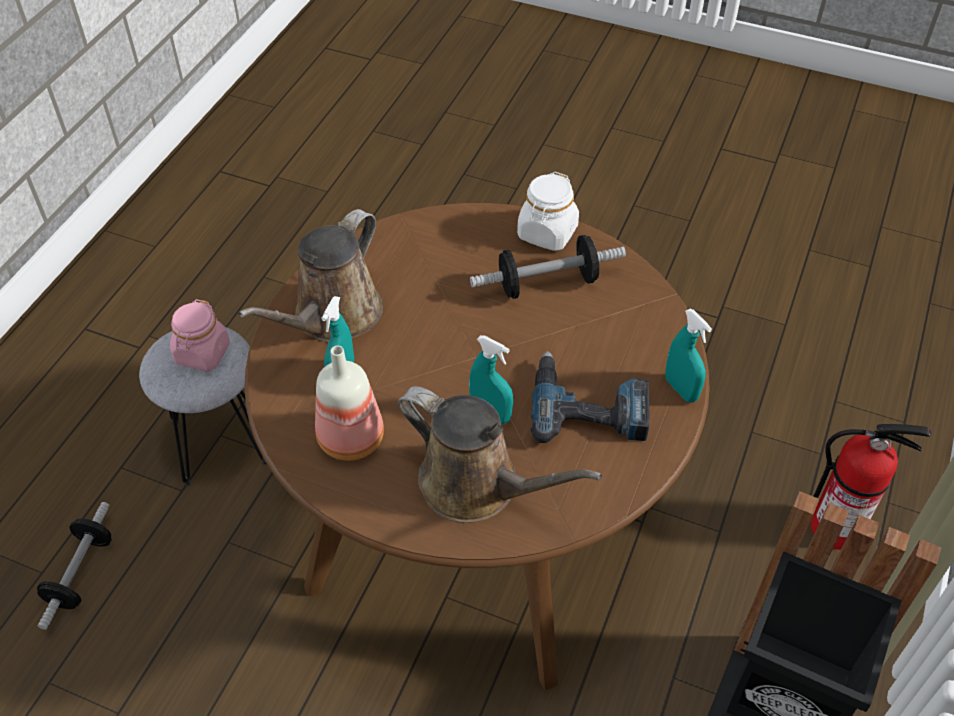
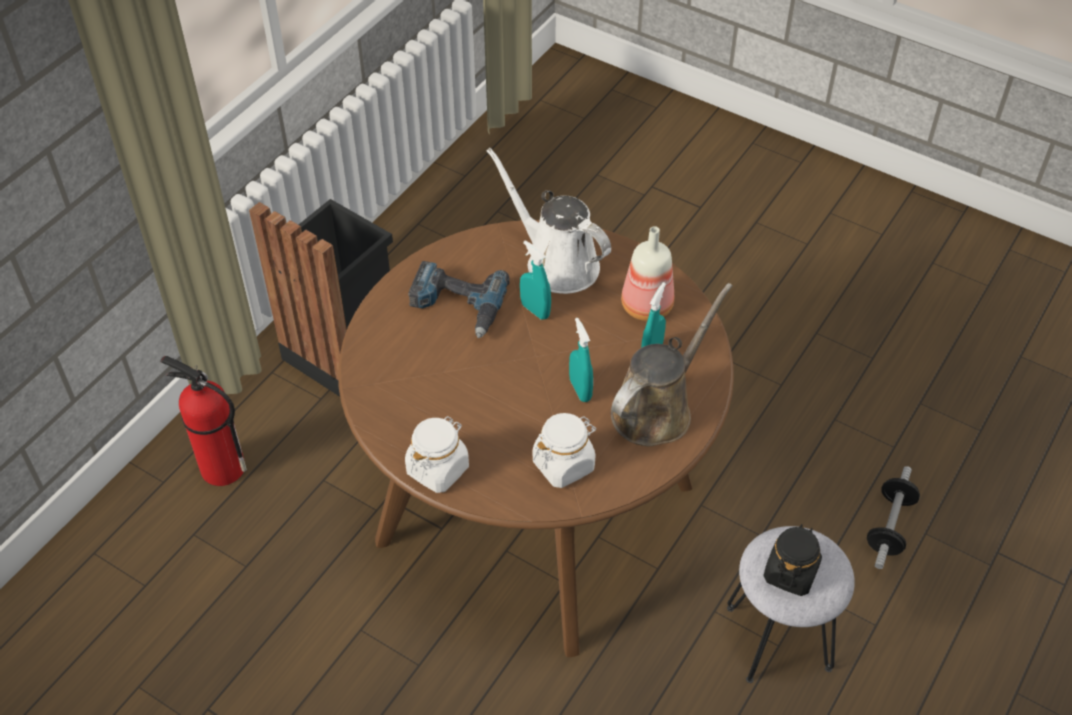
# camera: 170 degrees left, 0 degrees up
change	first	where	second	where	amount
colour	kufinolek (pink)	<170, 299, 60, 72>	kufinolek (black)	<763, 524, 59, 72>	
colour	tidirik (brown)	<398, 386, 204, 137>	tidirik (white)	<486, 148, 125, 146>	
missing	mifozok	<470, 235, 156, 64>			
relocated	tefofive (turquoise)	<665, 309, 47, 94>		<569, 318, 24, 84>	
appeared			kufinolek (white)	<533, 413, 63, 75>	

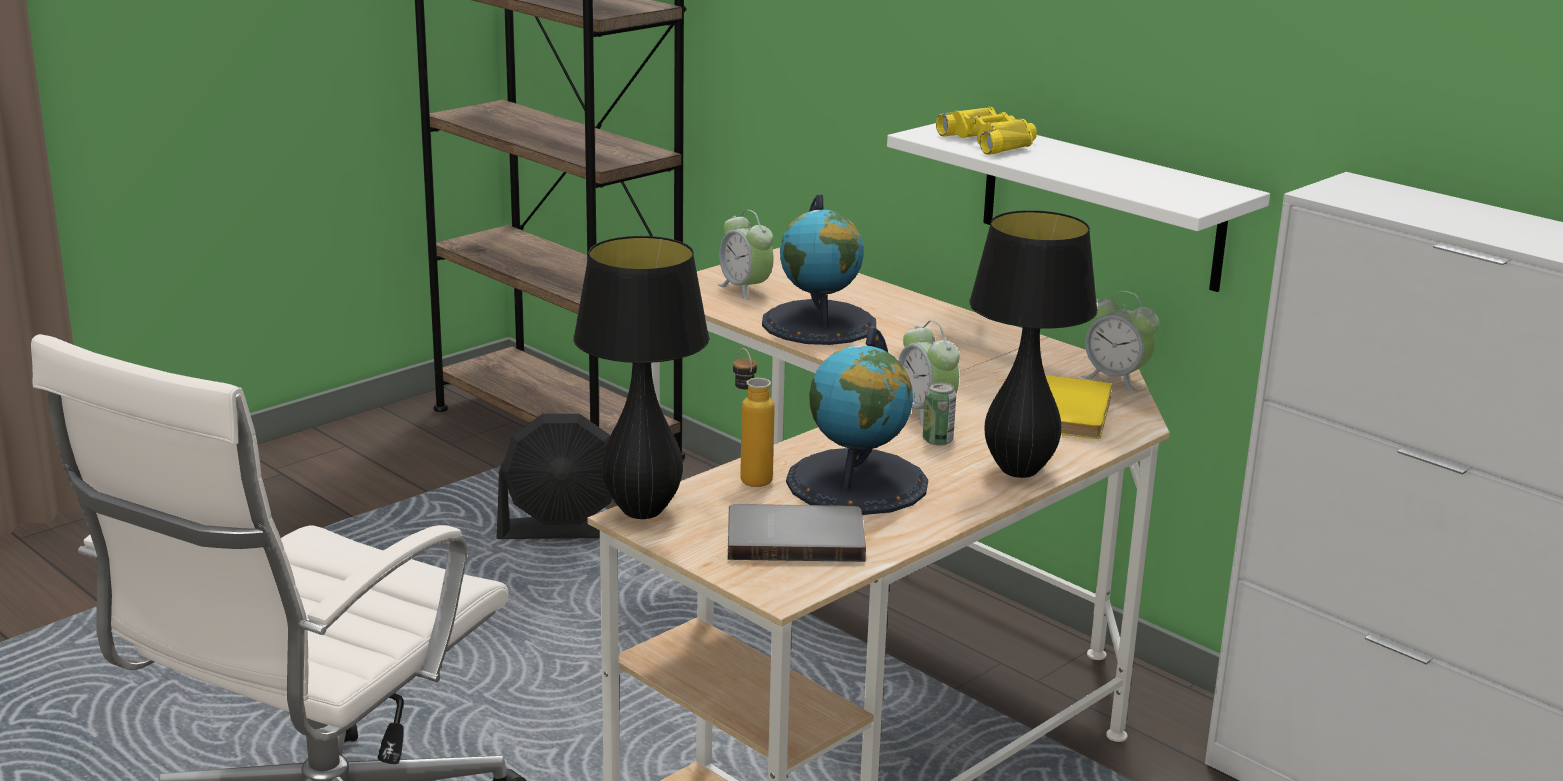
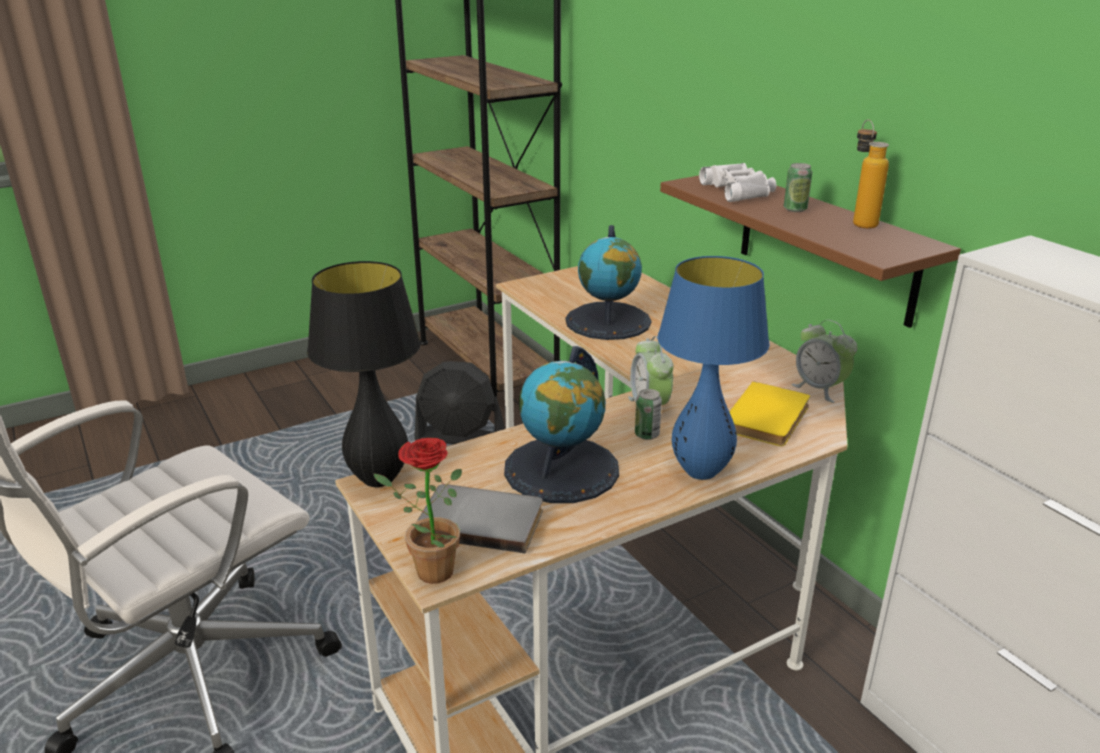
# camera: 15 degrees right, 5 degrees up
change	first	where	second	where	amount
missing	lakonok	<718, 210, 56, 90>			
relocated	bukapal	<733, 348, 42, 139>		<853, 120, 36, 109>	
colour	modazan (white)	<887, 123, 383, 169>	modazan (brown)	<660, 176, 301, 152>	
colour	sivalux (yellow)	<936, 107, 101, 48>	sivalux (white)	<699, 163, 77, 39>	
colour	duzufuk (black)	<969, 210, 129, 268>	duzufuk (blue)	<657, 256, 113, 224>	
appeared			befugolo	<373, 438, 89, 146>	
appeared			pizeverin	<784, 163, 28, 49>	

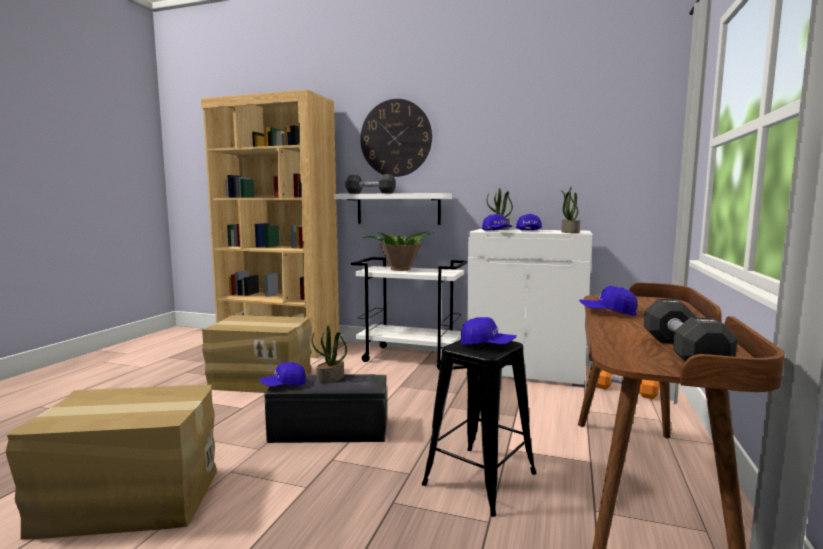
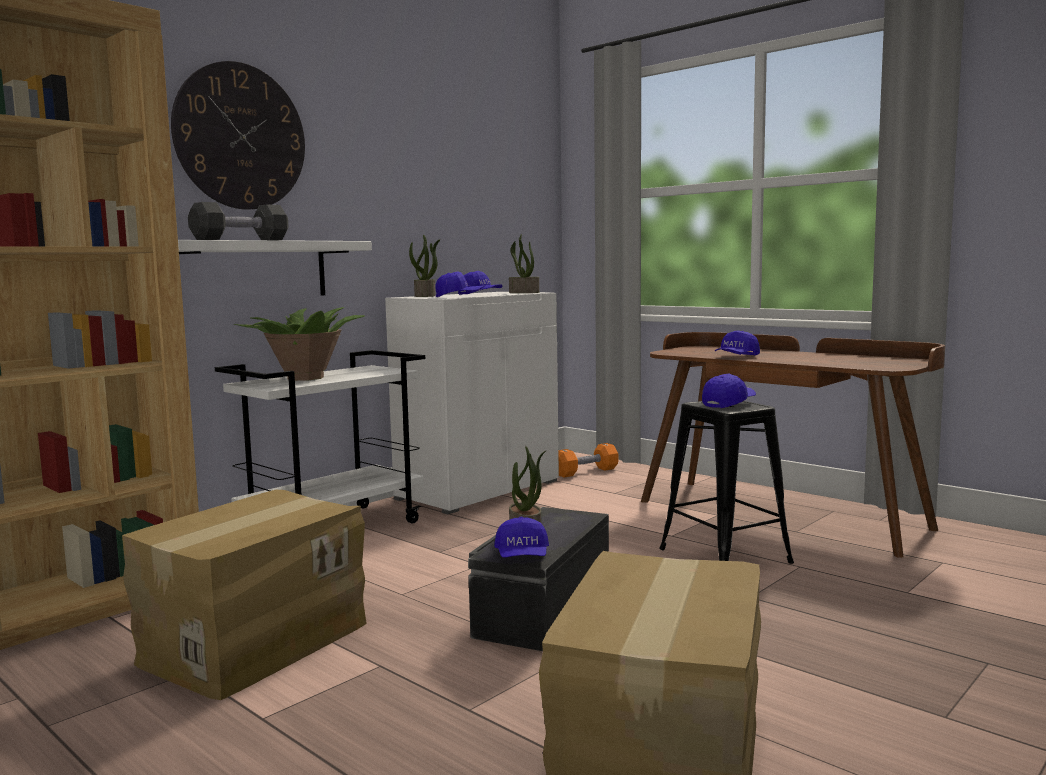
# camera: 65 degrees left, 0 degrees up
change	first	where	second	where	amount
missing	mifozok (black)	<644, 299, 94, 62>			

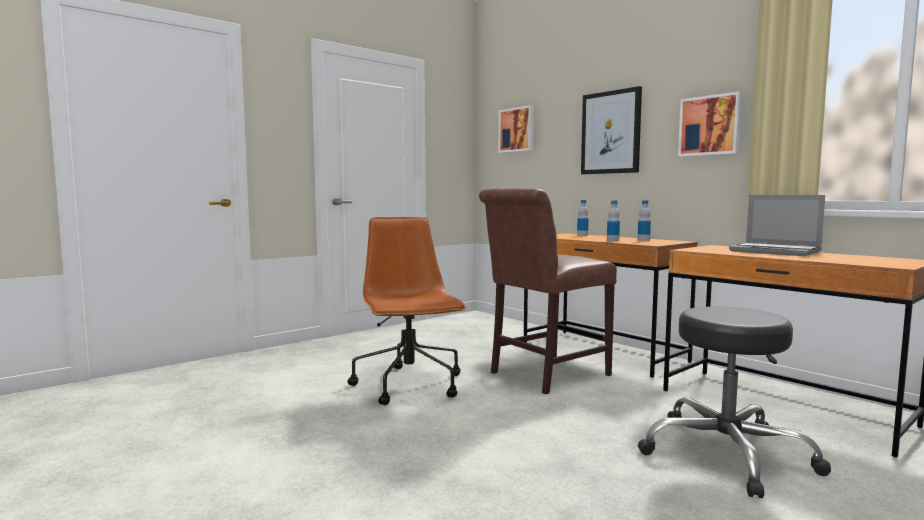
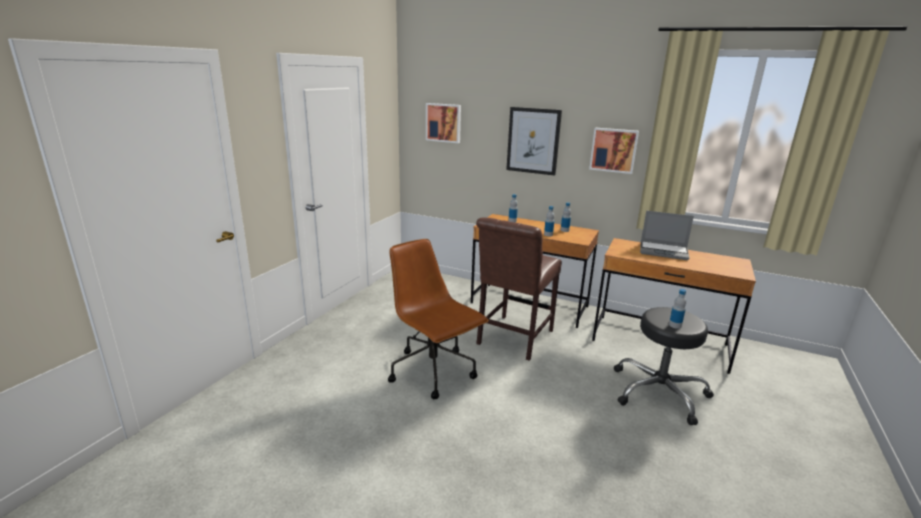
# camera: 25 degrees left, 15 degrees up
change	first	where	second	where	amount
appeared			bukapal	<669, 289, 17, 40>	

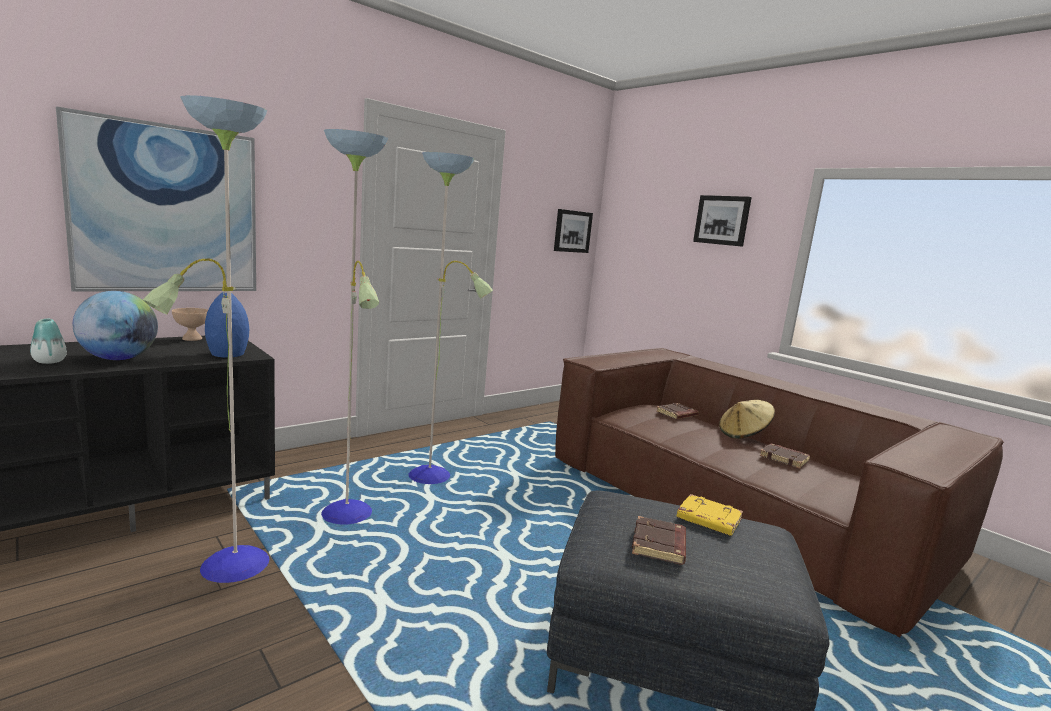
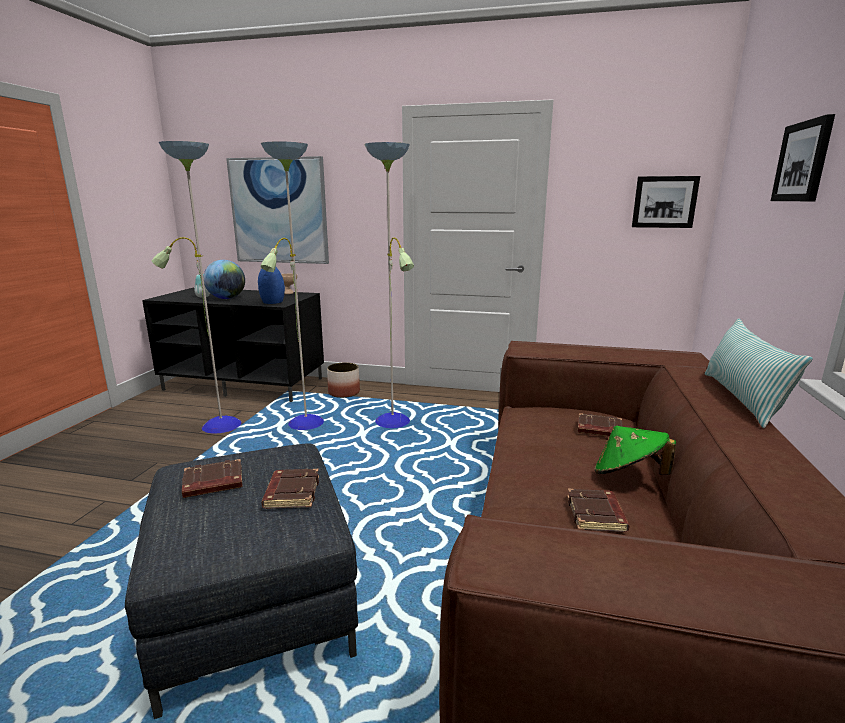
# camera: 55 degrees right, 5 degrees up
change	first	where	second	where	amount
colour	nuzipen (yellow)	<676, 494, 67, 42>	nuzipen (brown)	<262, 469, 57, 40>	
colour	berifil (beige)	<719, 400, 56, 39>	berifil (green)	<594, 426, 82, 49>	
appeared			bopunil	<327, 363, 33, 35>	
appeared			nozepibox	<705, 318, 108, 110>	

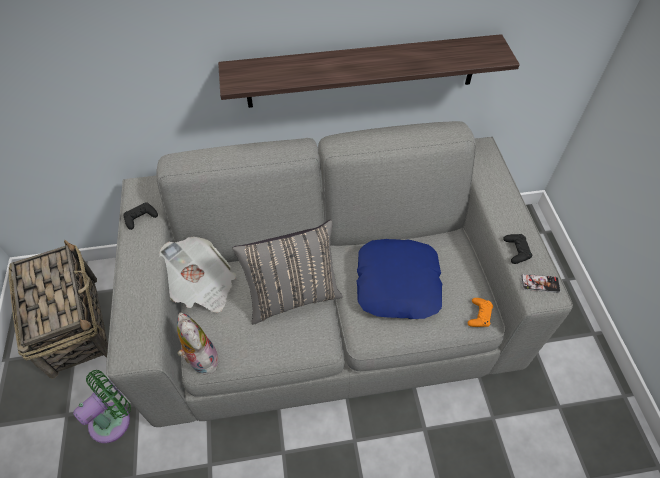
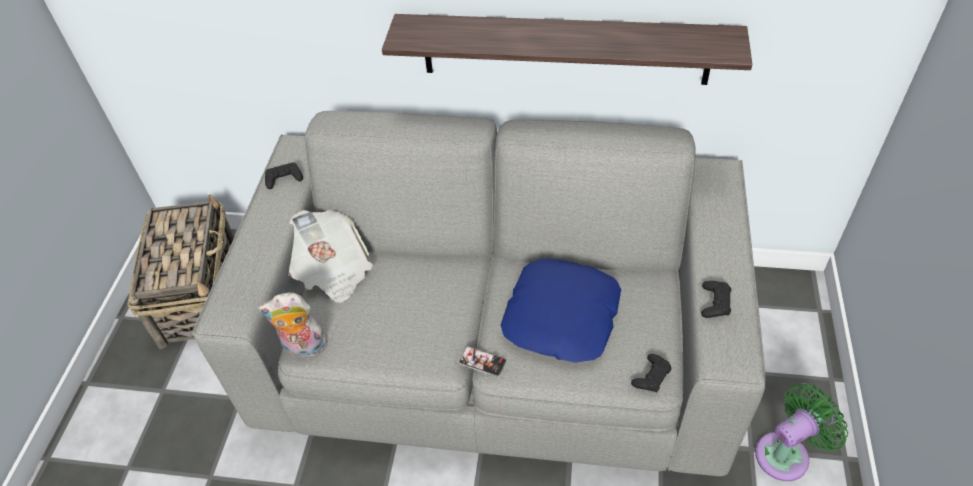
# camera: 20 degrees right, 5 degrees down
change	first	where	second	where	amount
relocated	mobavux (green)	<73, 370, 58, 73>		<755, 383, 93, 98>	
spun	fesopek	<177, 313, 41, 62>		<258, 292, 70, 65>	75 degrees counterclockwise
missing	nozepibox (grey)	<232, 220, 111, 105>			
colour	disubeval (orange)	<468, 298, 25, 29>	disubeval (black)	<631, 354, 41, 39>	
relocated	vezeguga	<521, 274, 40, 19>		<459, 347, 48, 30>	

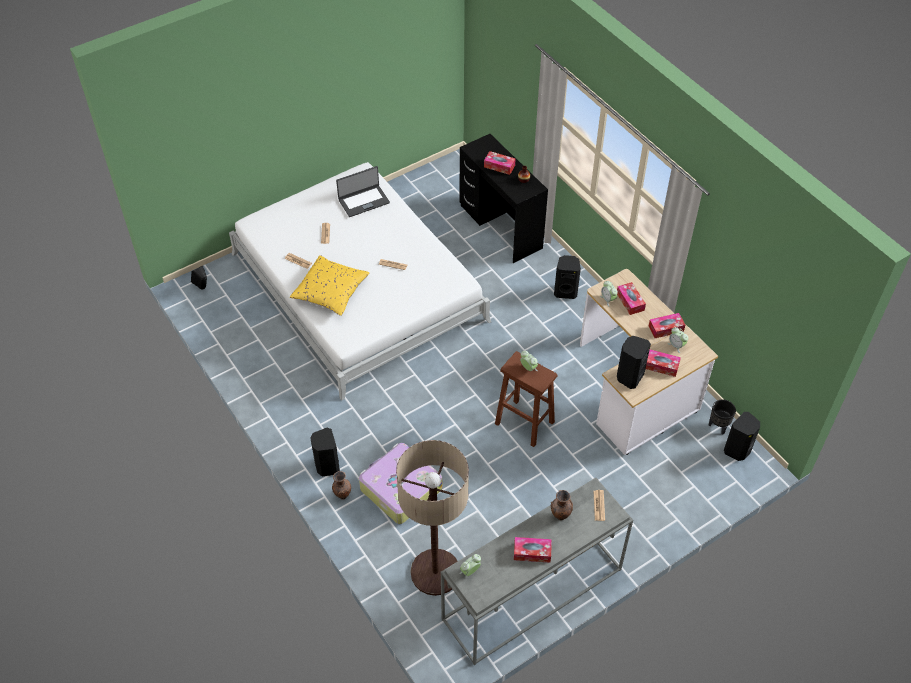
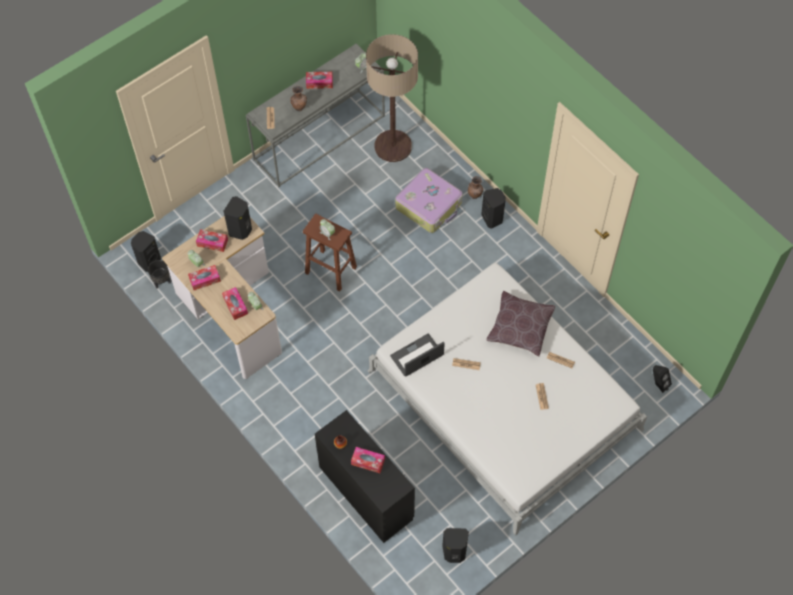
# camera: 175 degrees right, 10 degrees up
change	first	where	second	where	amount
colour	nozepibox (yellow)	<290, 255, 80, 61>	nozepibox (brown)	<486, 291, 70, 66>	
relocated	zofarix	<336, 166, 54, 51>		<390, 333, 55, 44>	
relocated	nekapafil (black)	<554, 255, 27, 44>		<442, 528, 27, 35>	

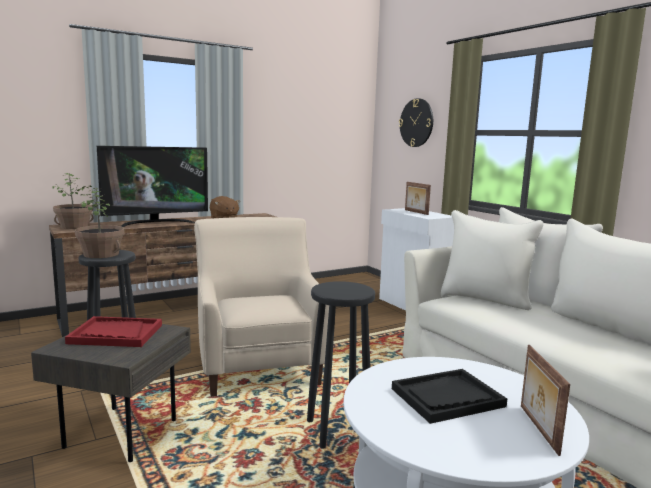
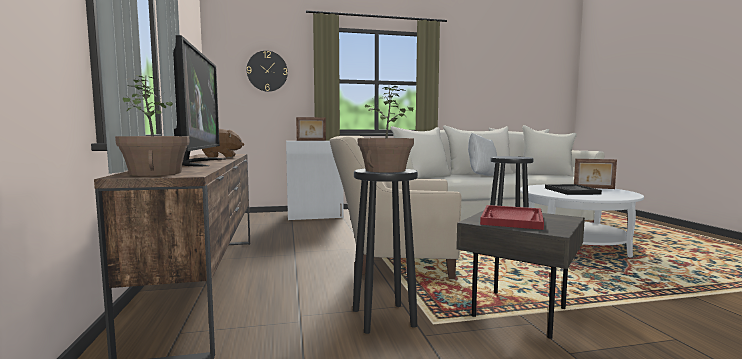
# camera: 70 degrees left, 5 degrees down
change	first	where	second	where	amount
appeared			nozepibox (white)	<468, 133, 29, 43>	

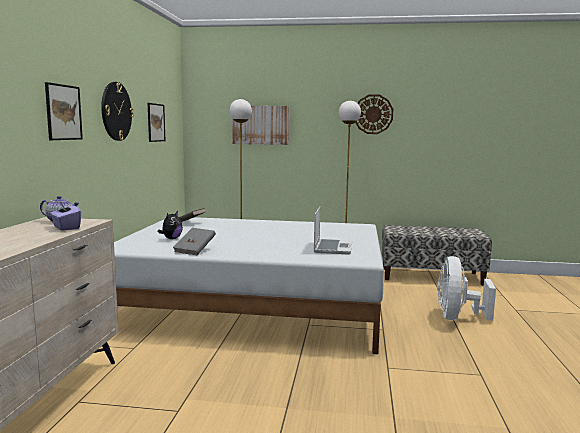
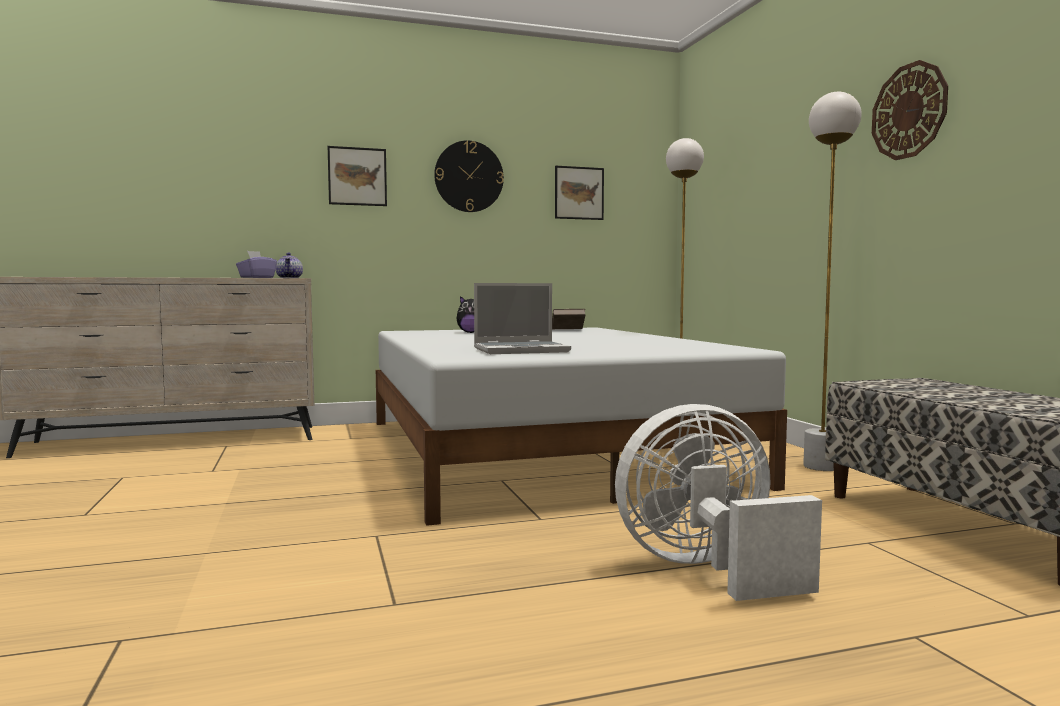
# camera: 65 degrees right, 5 degrees down
change	first	where	second	where	amount
missing	nuzipen (grey)	<173, 228, 43, 27>			
missing	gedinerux	<232, 106, 57, 39>			

